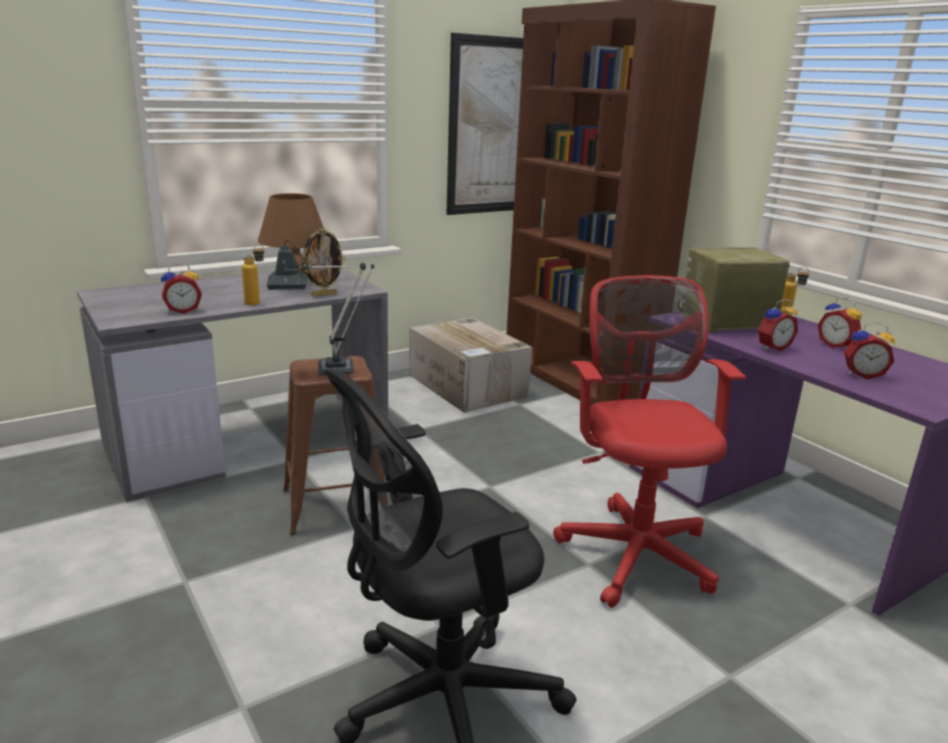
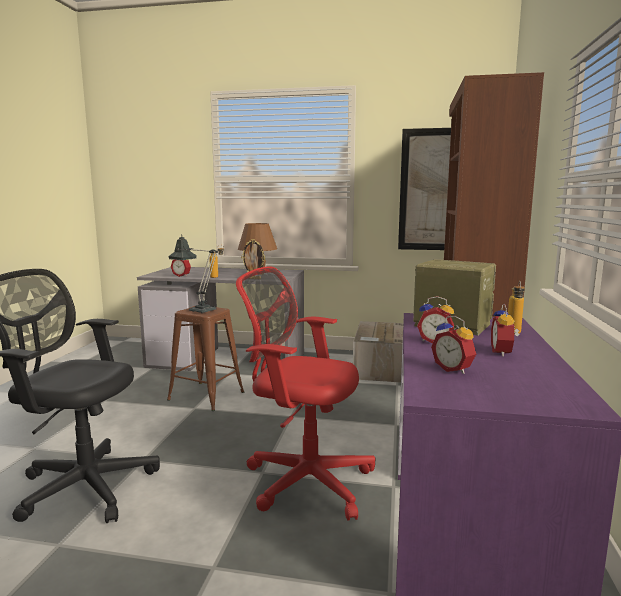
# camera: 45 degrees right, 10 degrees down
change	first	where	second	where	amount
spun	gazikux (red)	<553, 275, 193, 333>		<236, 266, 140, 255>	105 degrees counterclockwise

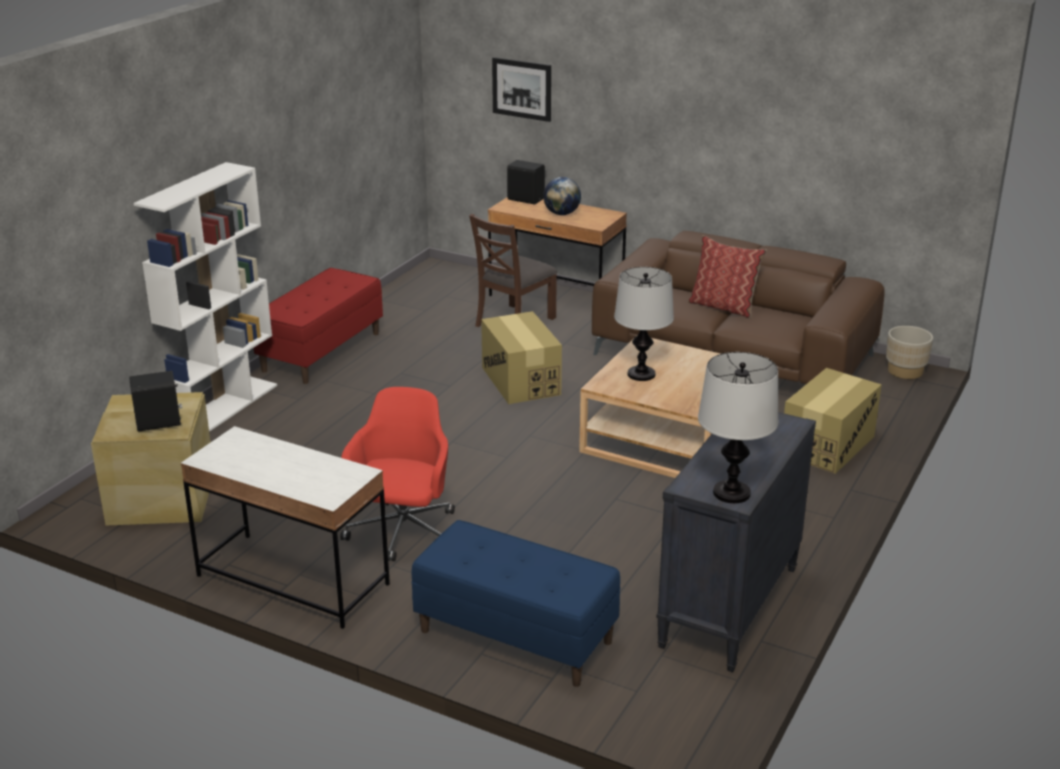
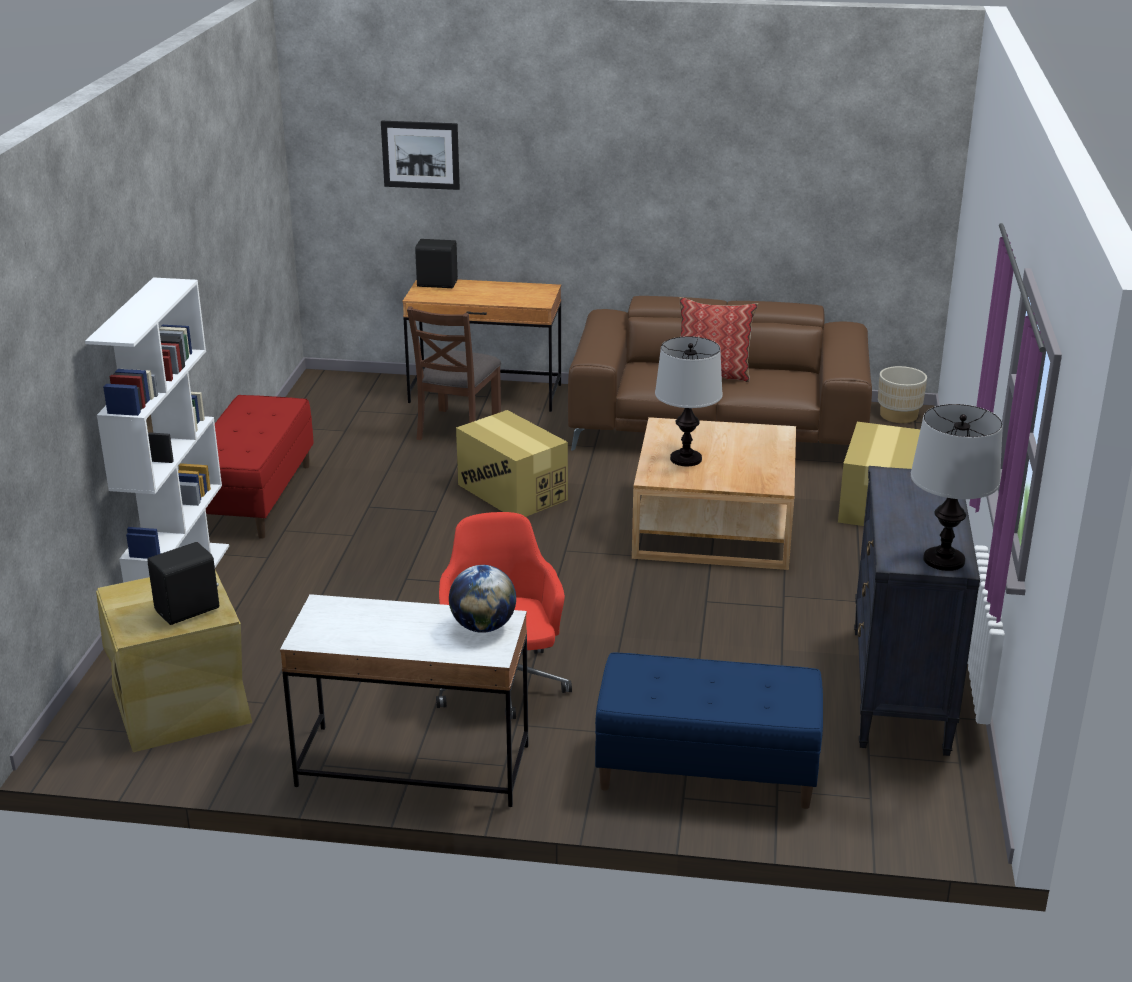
# camera: 20 degrees left, 0 degrees up
change	first	where	second	where	amount
relocated	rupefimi	<543, 177, 38, 38>		<449, 565, 67, 68>	

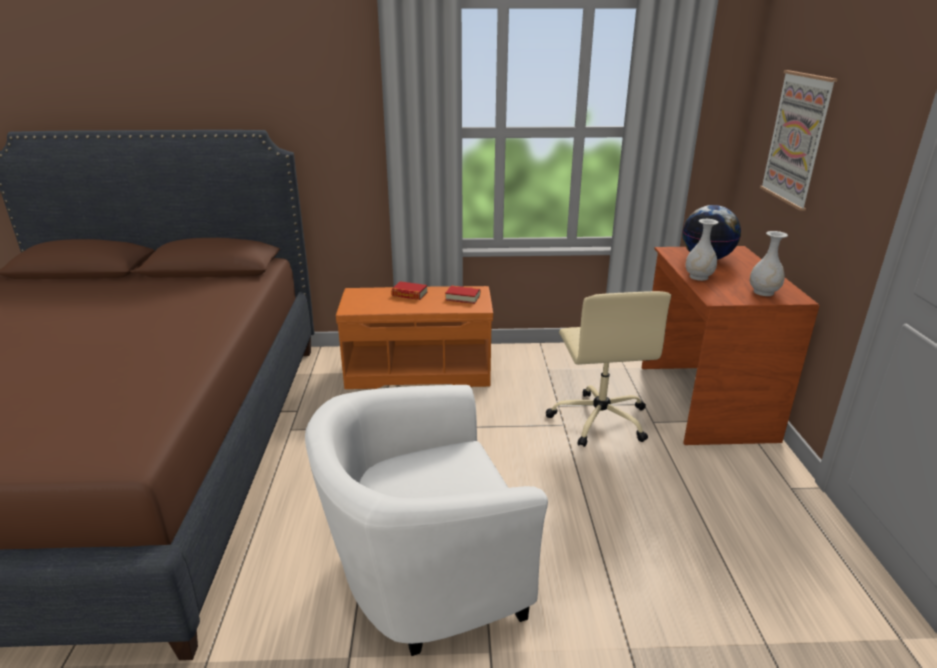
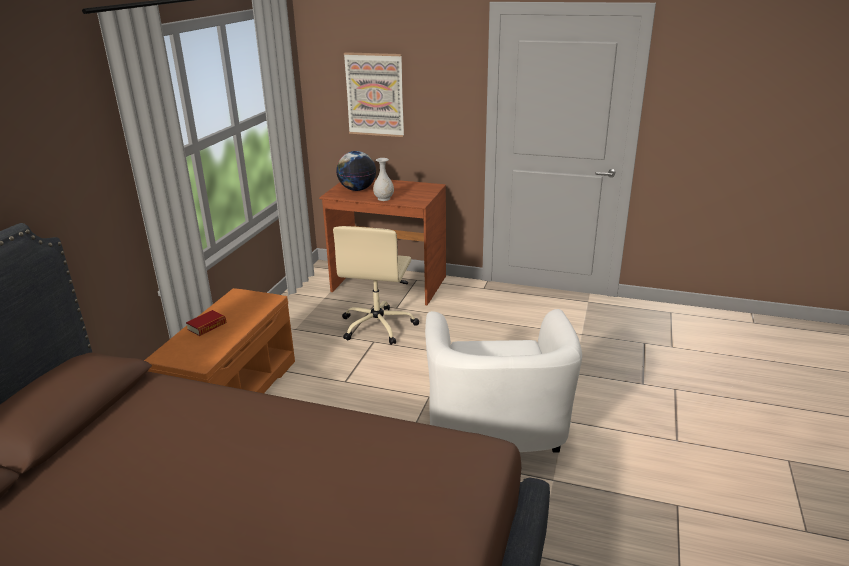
# camera: 70 degrees left, 0 degrees up
change	first	where	second	where	amount
missing	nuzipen	<445, 285, 35, 19>			
spun	gazikux (beige)	<546, 291, 125, 156>		<333, 226, 86, 119>	90 degrees clockwise
missing	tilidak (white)	<750, 231, 38, 65>			

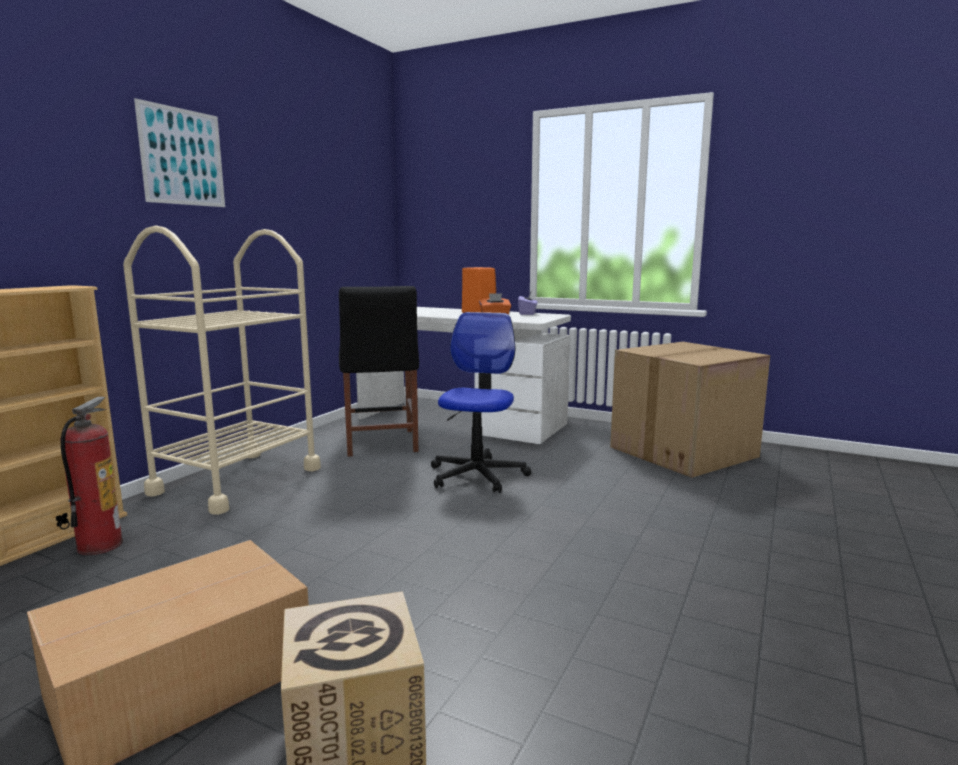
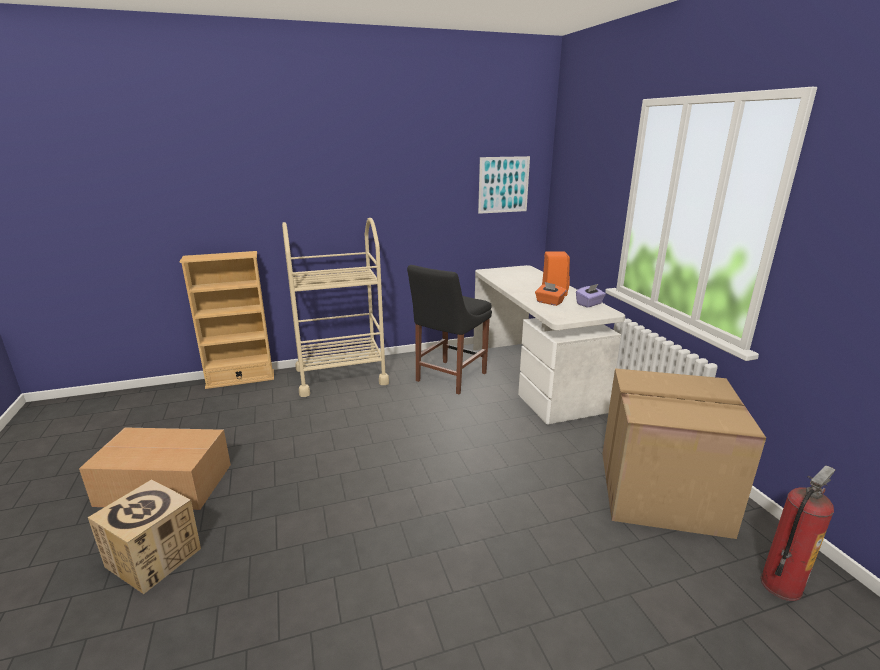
# camera: 45 degrees right, 10 degrees up
change	first	where	second	where	amount
relocated	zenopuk	<60, 397, 63, 158>		<760, 465, 75, 136>	
relocated	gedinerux	<134, 98, 91, 109>		<478, 156, 52, 58>	
missing	gazikux	<431, 312, 100, 181>			

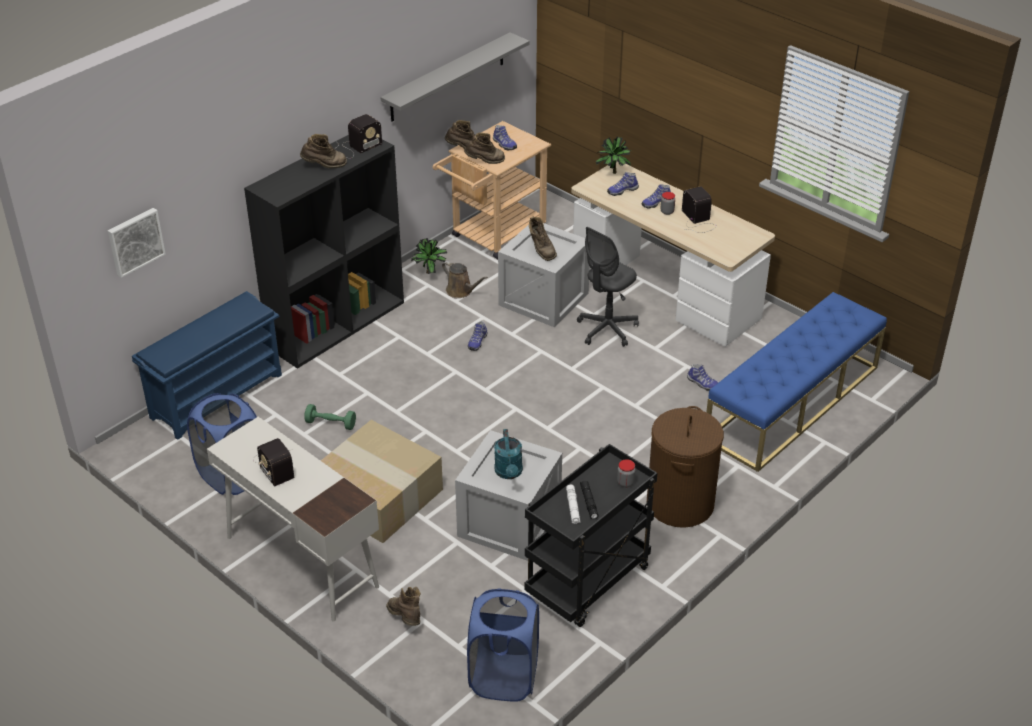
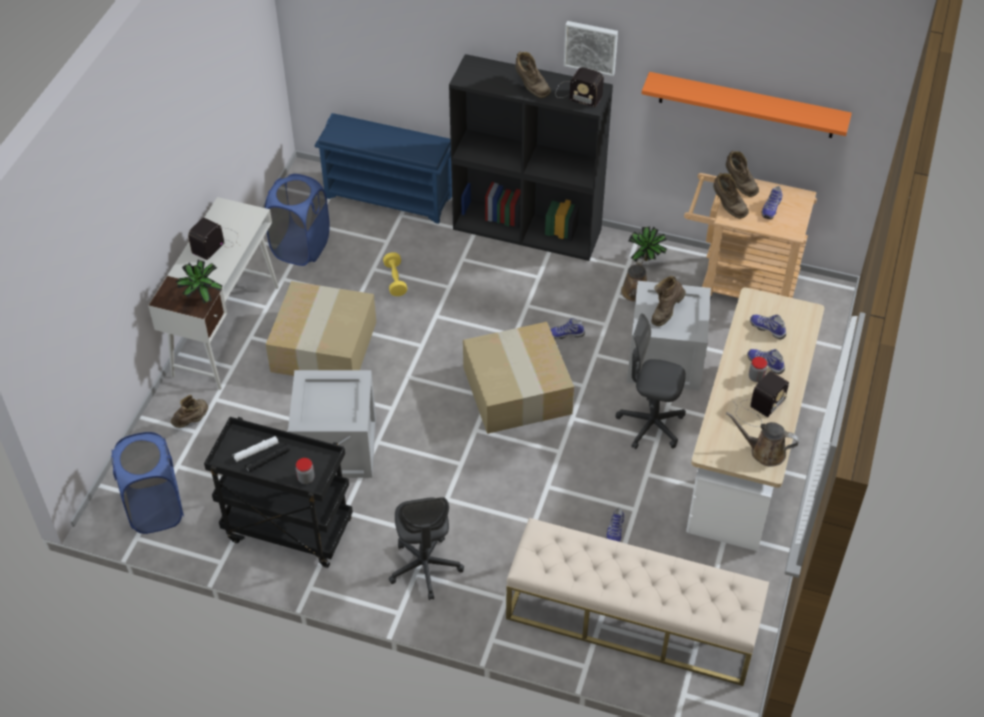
# camera: 65 degrees right, 10 degrees up
change	first	where	second	where	amount
relocated	gedinerux	<108, 208, 58, 70>		<564, 21, 54, 55>	
colour	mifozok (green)	<304, 404, 52, 26>	mifozok (yellow)	<383, 252, 24, 44>	
colour	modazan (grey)	<380, 32, 150, 90>	modazan (orange)	<642, 72, 210, 66>	
missing	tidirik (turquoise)	<494, 429, 29, 50>			
relocated	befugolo	<596, 137, 35, 37>		<176, 260, 46, 44>	
exchanged	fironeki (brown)	<647, 406, 77, 122>	gazikux (grey)	<389, 497, 75, 103>	
colour	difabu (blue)	<706, 292, 181, 180>	difabu (beige)	<506, 518, 263, 168>	
appeared			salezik	<463, 322, 111, 112>	
appeared			tidirik (brown)	<726, 412, 73, 55>	

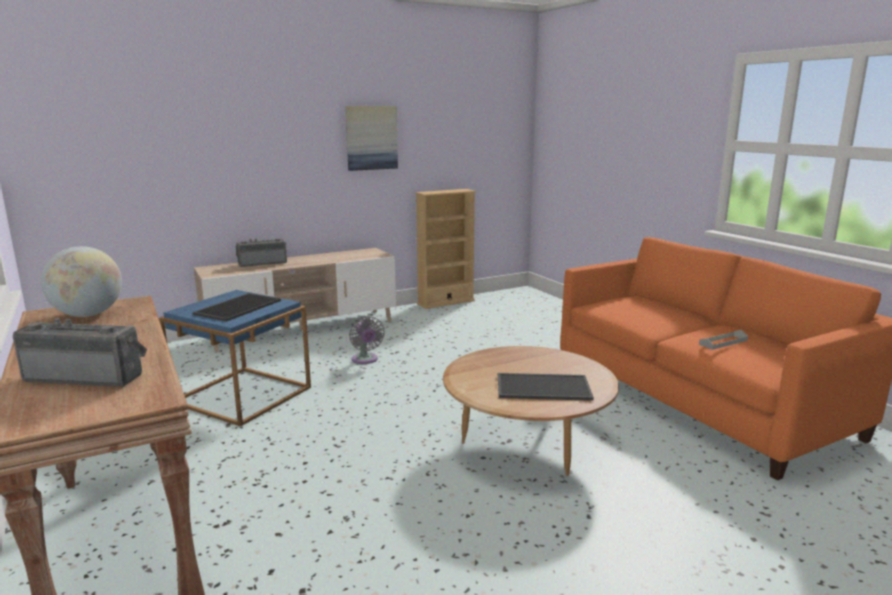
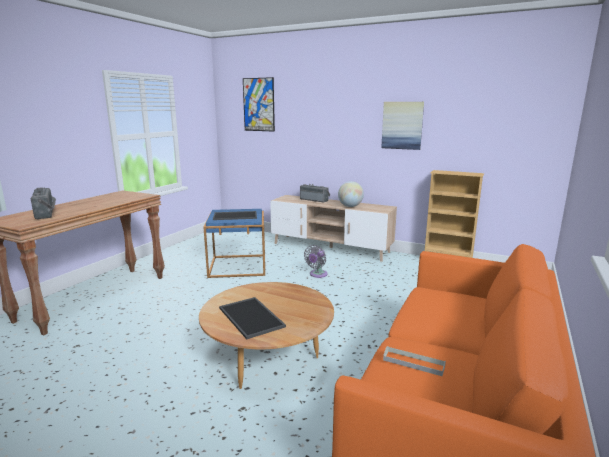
# camera: 55 degrees right, 0 degrees up
change	first	where	second	where	amount
relocated	rupefimi	<41, 246, 81, 71>		<338, 181, 26, 26>	
appeared			gedinerux	<243, 77, 32, 54>	

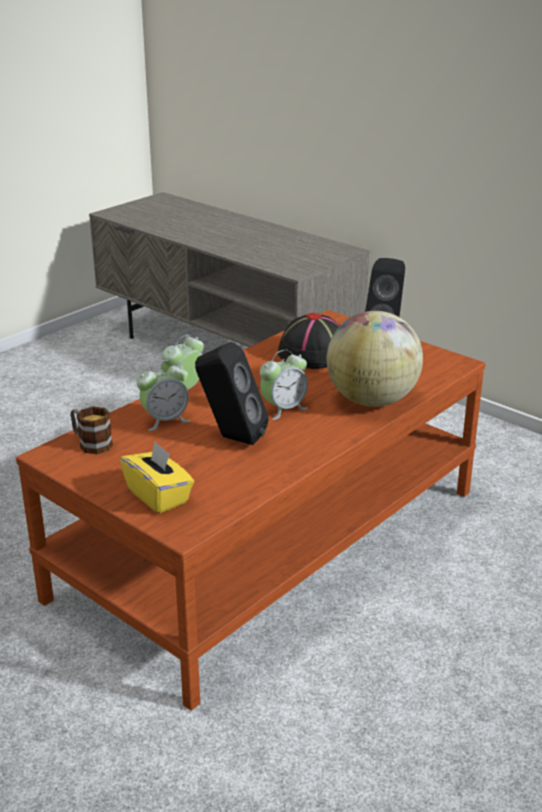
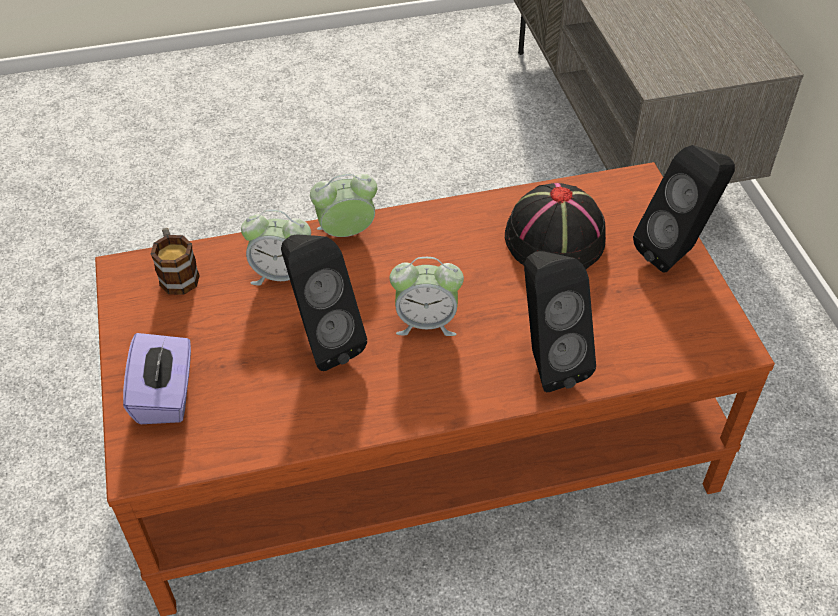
# camera: 35 degrees right, 20 degrees up
change	first	where	second	where	amount
colour	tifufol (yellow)	<120, 441, 74, 73>	tifufol (purple)	<123, 333, 68, 91>	
exchanged	rupefimi	<327, 311, 96, 96>	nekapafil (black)	<524, 251, 72, 141>	

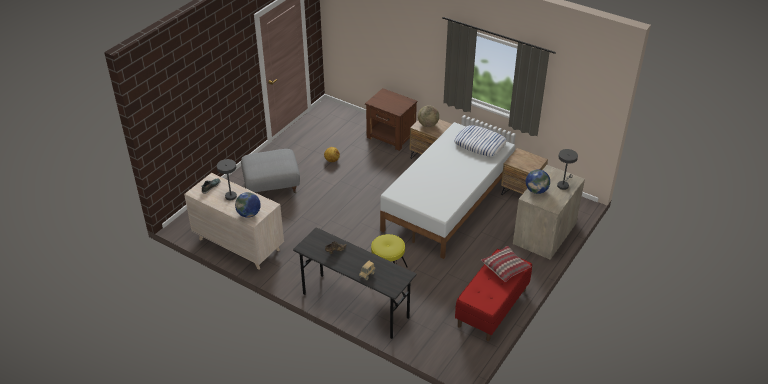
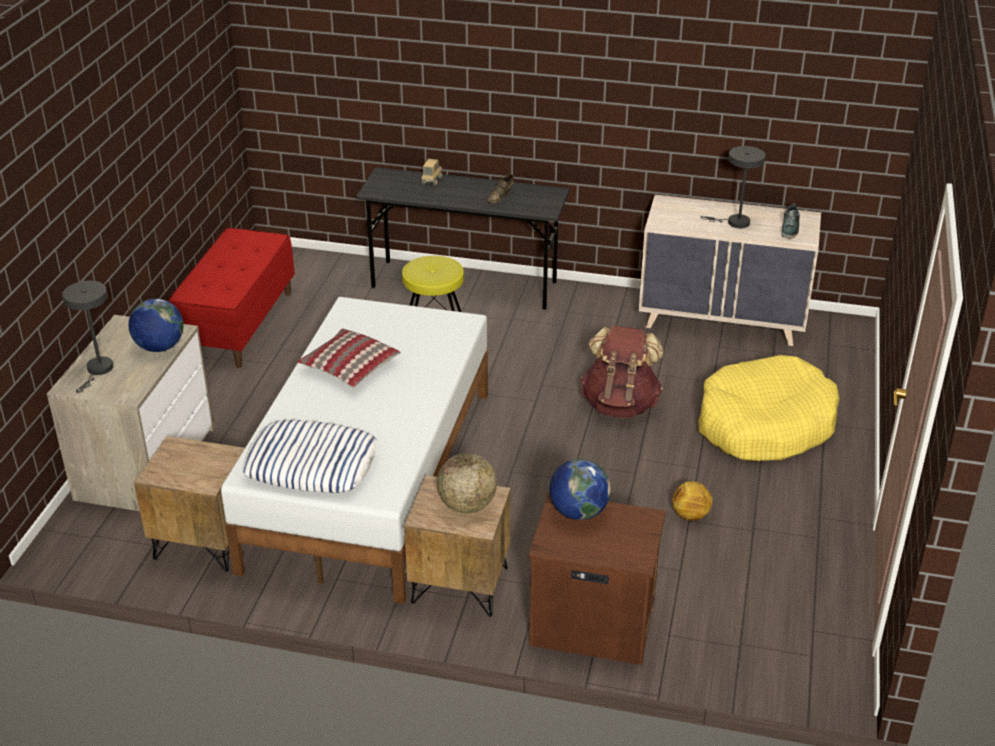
# camera: 160 degrees right, 5 degrees down
change	first	where	second	where	amount
relocated	rupefimi	<235, 192, 26, 26>		<549, 459, 62, 61>	
exchanged	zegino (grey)	<241, 149, 59, 44>	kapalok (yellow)	<699, 355, 140, 106>	
relocated	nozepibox	<481, 246, 51, 36>		<297, 329, 104, 58>	
appeared			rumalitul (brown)	<580, 326, 83, 92>	

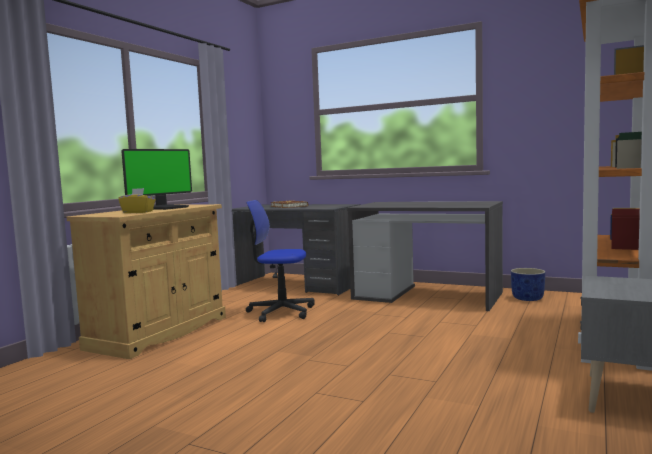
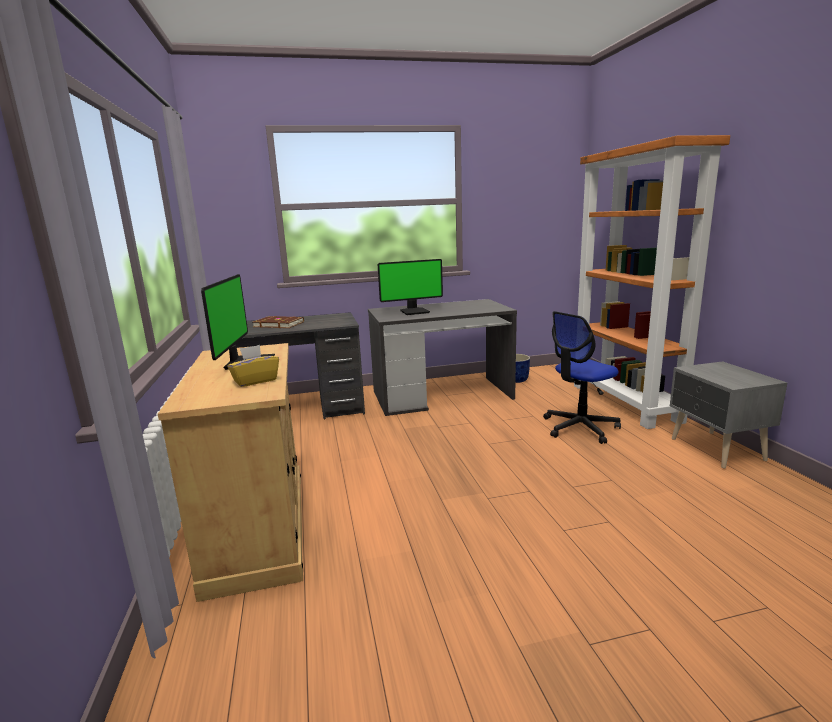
# camera: 40 degrees left, 10 degrees up
change	first	where	second	where	amount
relocated	gazikux	<246, 200, 69, 122>		<543, 311, 78, 133>	
appeared			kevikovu	<378, 259, 65, 56>	

